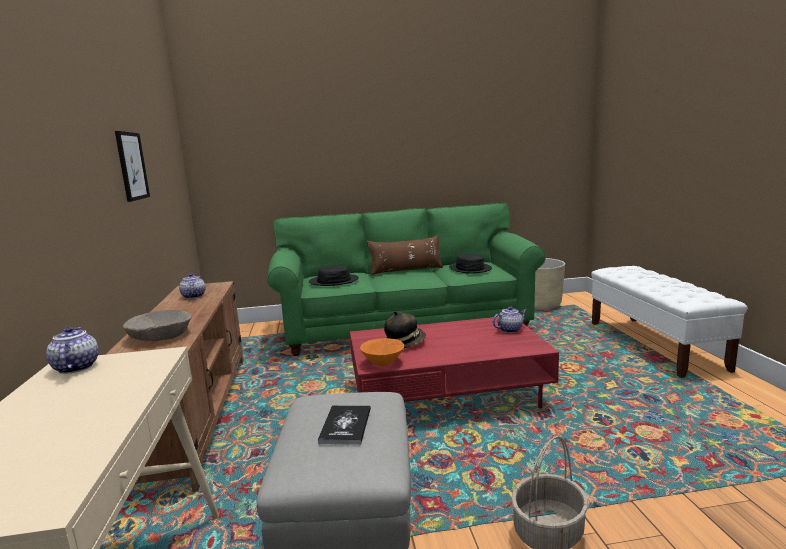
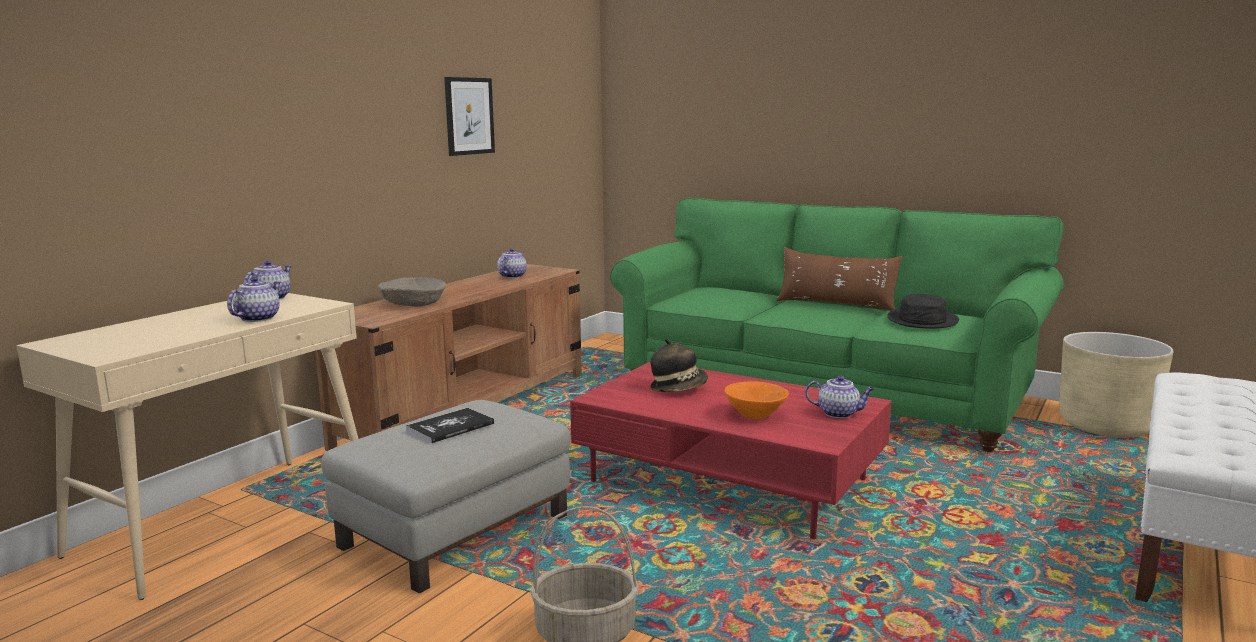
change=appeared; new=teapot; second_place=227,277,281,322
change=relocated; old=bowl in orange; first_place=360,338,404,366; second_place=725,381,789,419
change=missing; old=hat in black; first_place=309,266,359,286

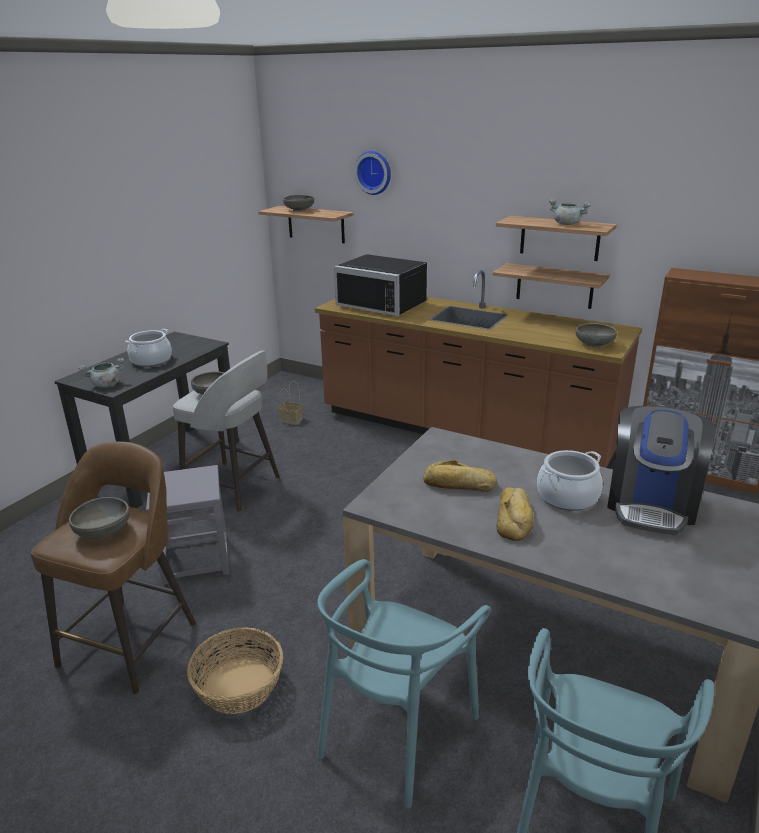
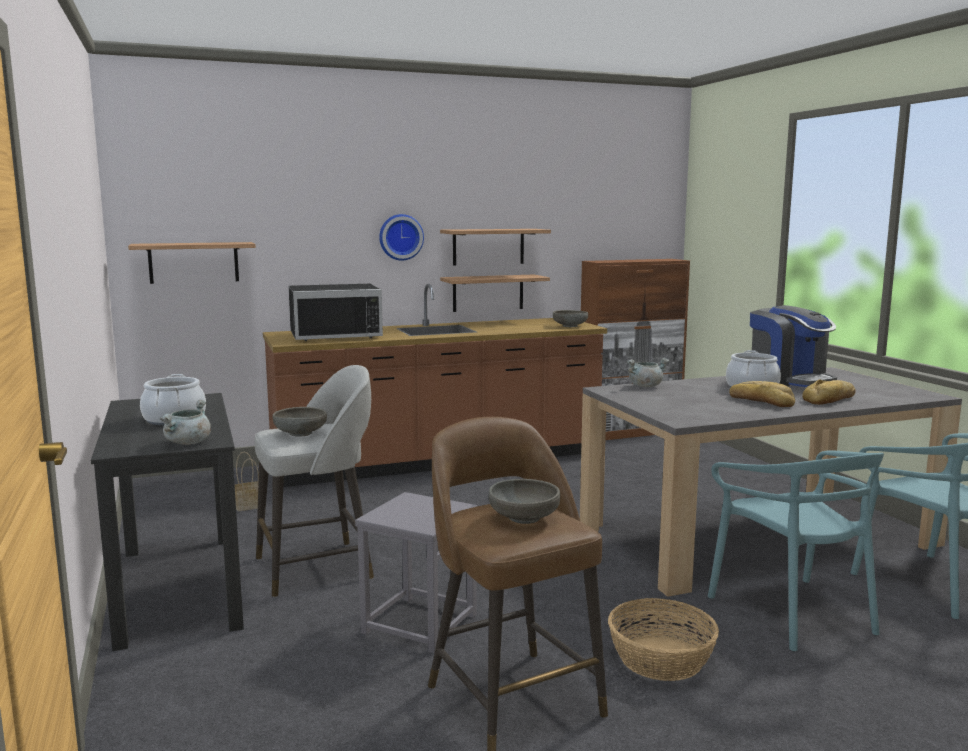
change=relocated; old=wall clock; first_place=354,151,391,195; second_place=379,214,424,261
change=relocated; old=cooking pot in grey; first_place=549,199,591,225; second_place=627,358,669,387
change=relocated; old=bread; first_place=423,460,497,492; second_place=802,379,856,405
change=missing; old=bowl in grey; first_place=283,195,314,212

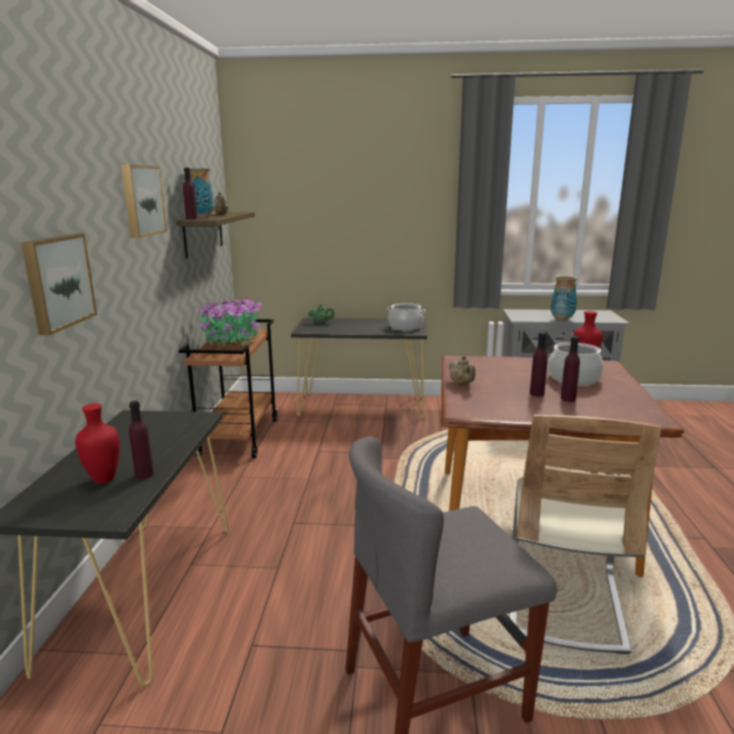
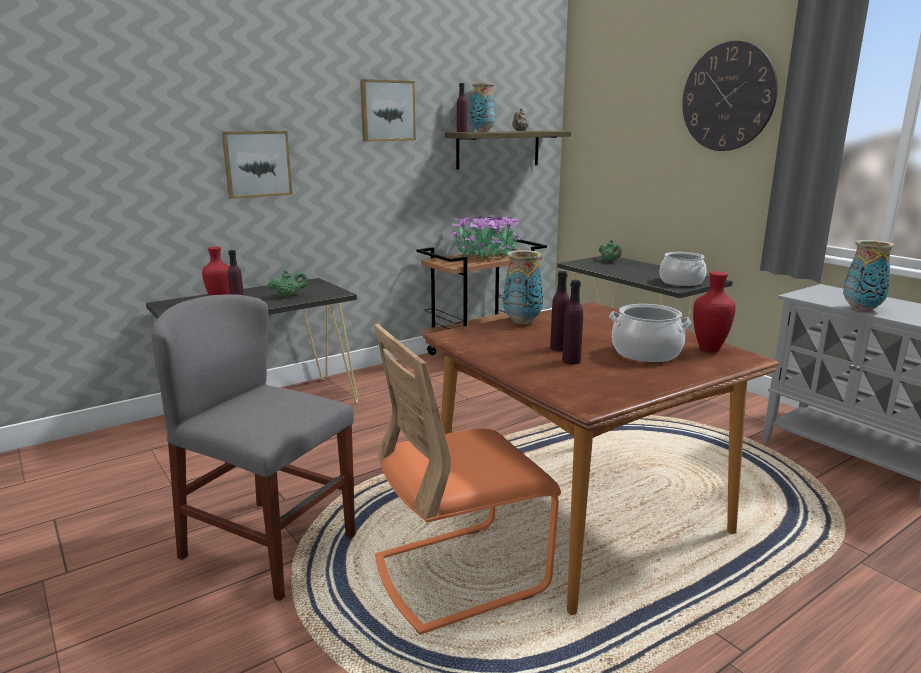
change=appeared; new=teapot in green; second_place=268,269,307,297
change=colour; old=chair in beige; new=chair in orange; first_place=509,415,662,654; second_place=374,324,561,635
change=exchanged; old=teapot in beige; new=vase; first_place=449,356,475,385; second_place=503,250,543,324
change=appeared; new=wall clock; second_place=682,41,778,151

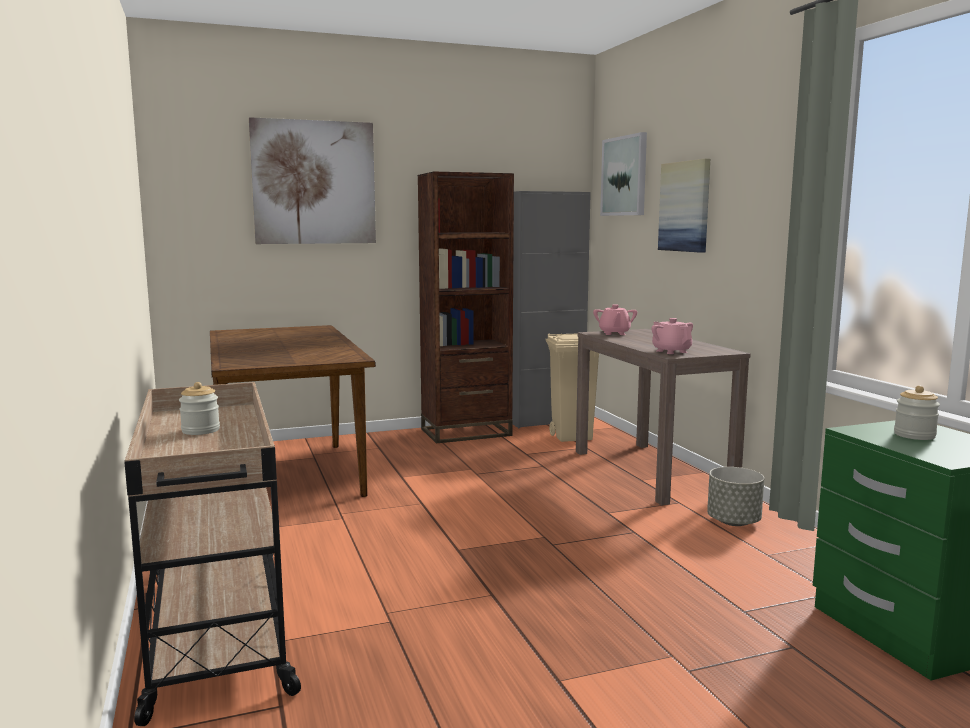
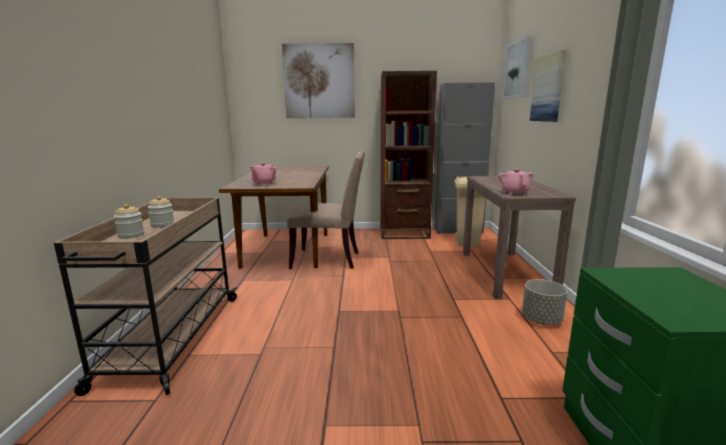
change=relocated; old=jar; first_place=894,385,940,440; second_place=114,204,144,239
change=relocated; old=teapot in pink; first_place=593,304,637,335; second_place=250,163,276,185
change=appeared; new=chair in beige; second_place=287,151,365,269

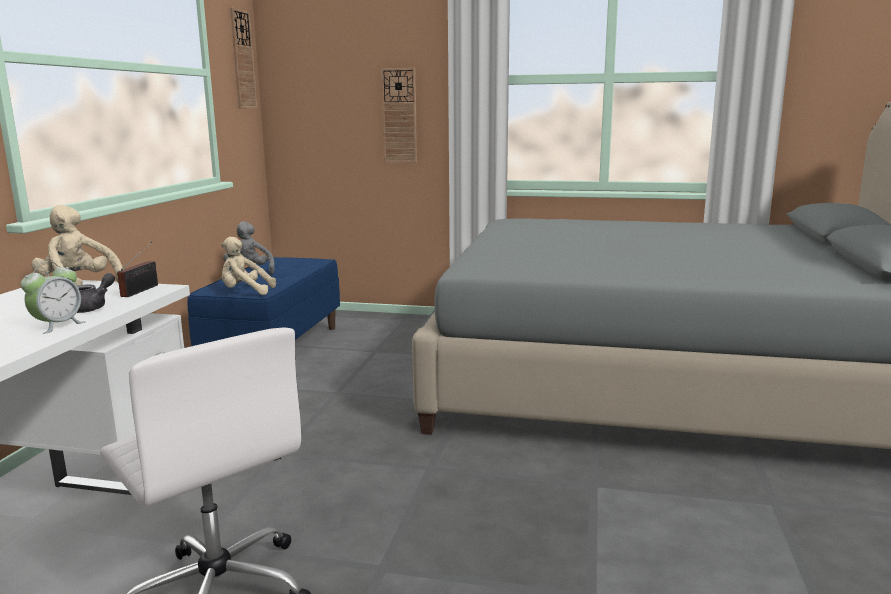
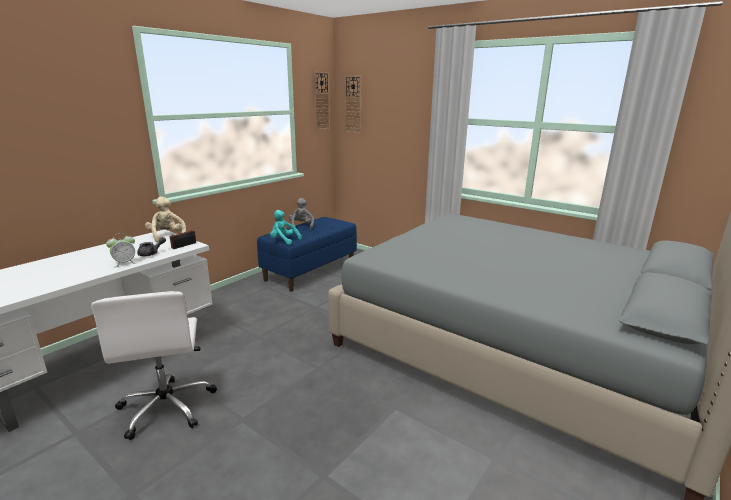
change=colour; old=plush toy in beige; new=plush toy in turquoise; first_place=221,237,276,295; second_place=270,210,302,245
change=relocated; old=wall clock; first_place=381,68,417,163; second_place=345,76,362,134

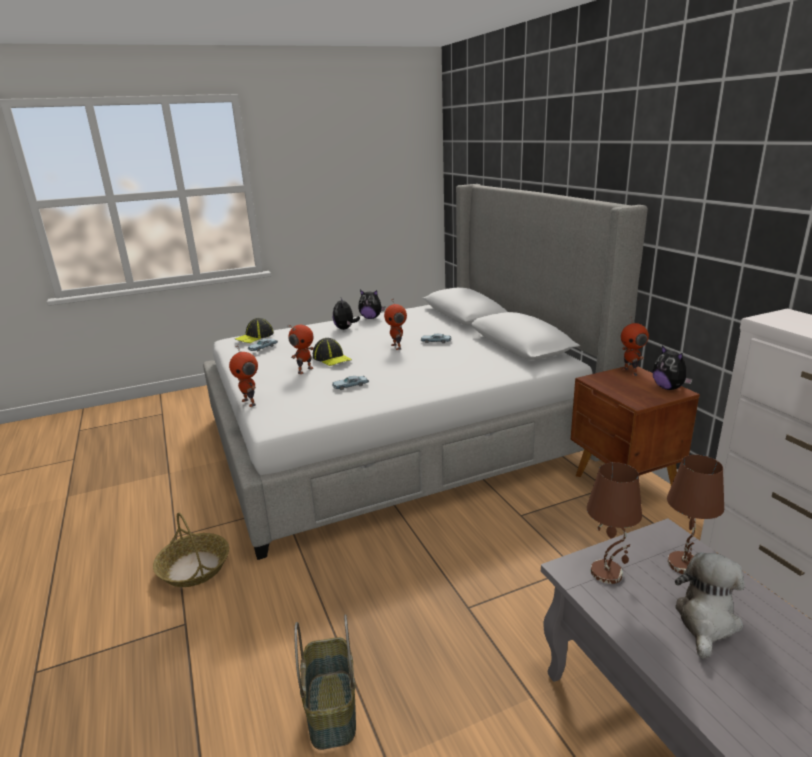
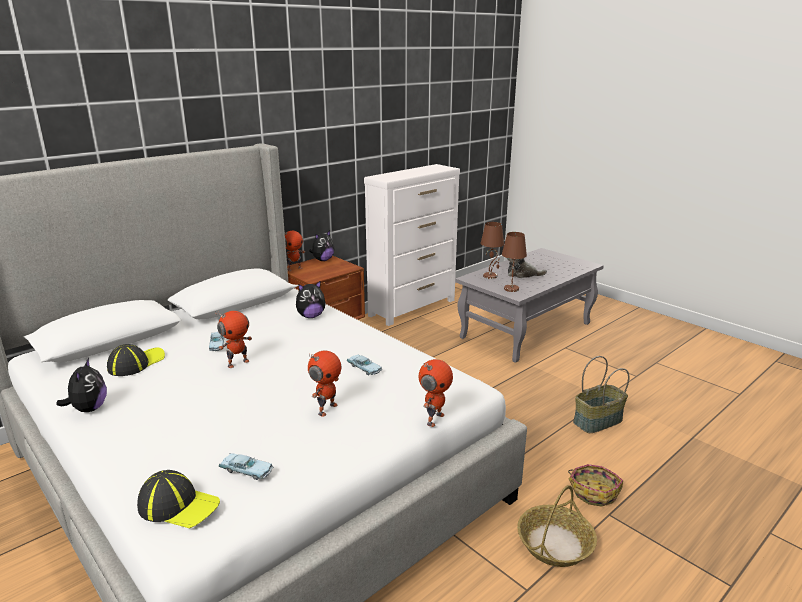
change=relocated; old=cap; first_place=313,338,352,366; second_place=107,344,165,376
change=relocated; old=plush toy; first_place=333,298,360,330; second_place=296,280,326,318
change=spun; old=toy robot; first_place=288,325,314,374; second_place=308,351,341,417; degrees=105
change=appeared; new=basket; second_place=568,464,623,507

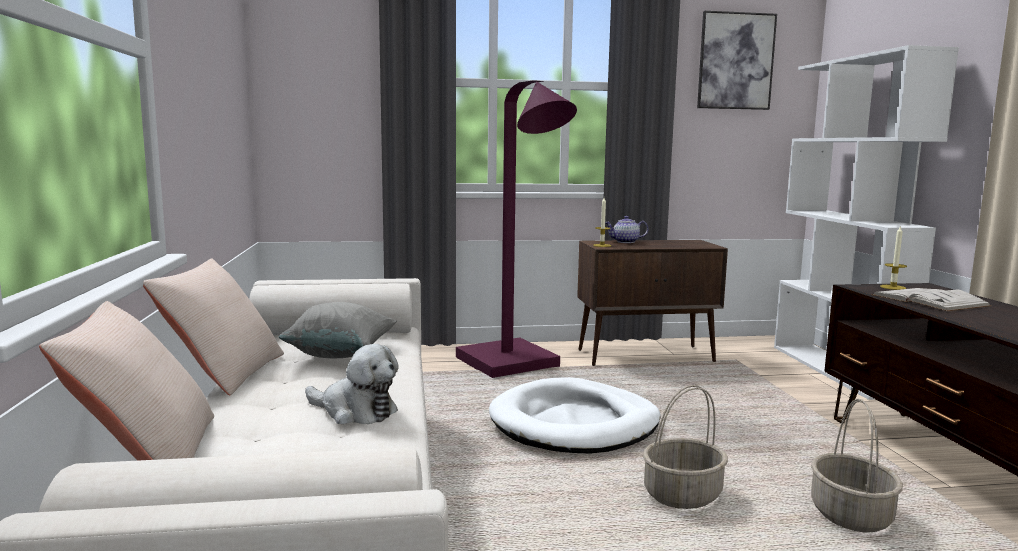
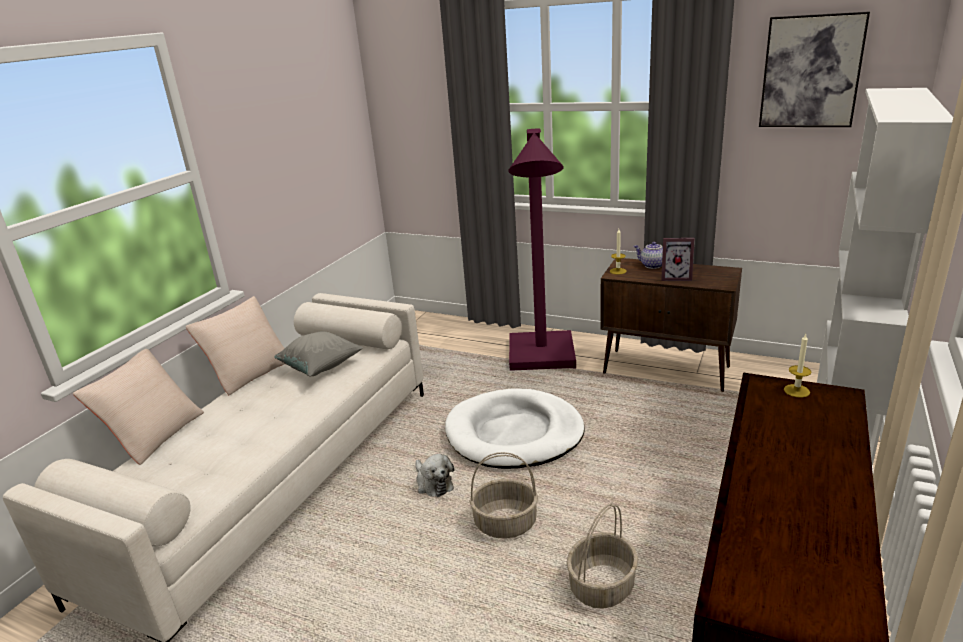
change=relocated; old=plush toy; first_place=305,344,399,424; second_place=416,454,454,497
change=appeared; new=picture frame; second_place=661,238,695,281
change=missing; old=book in white; first_place=872,288,992,312

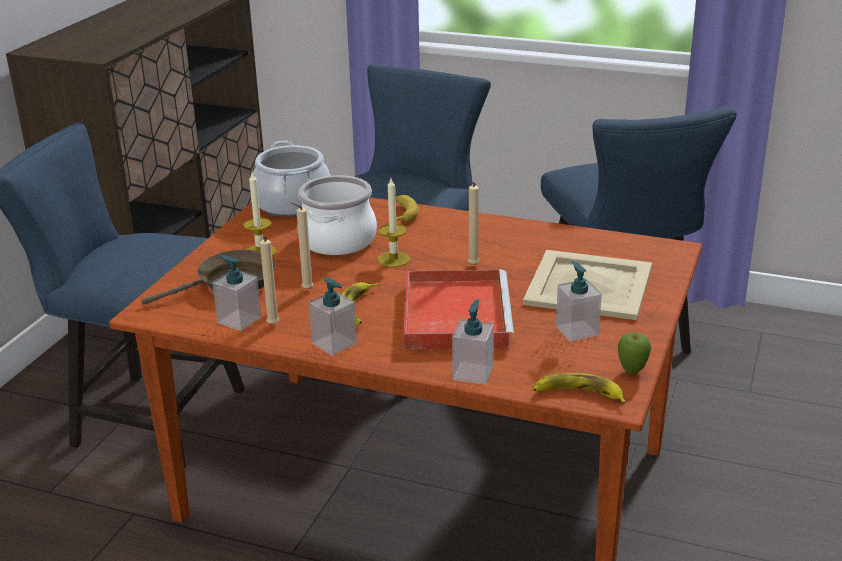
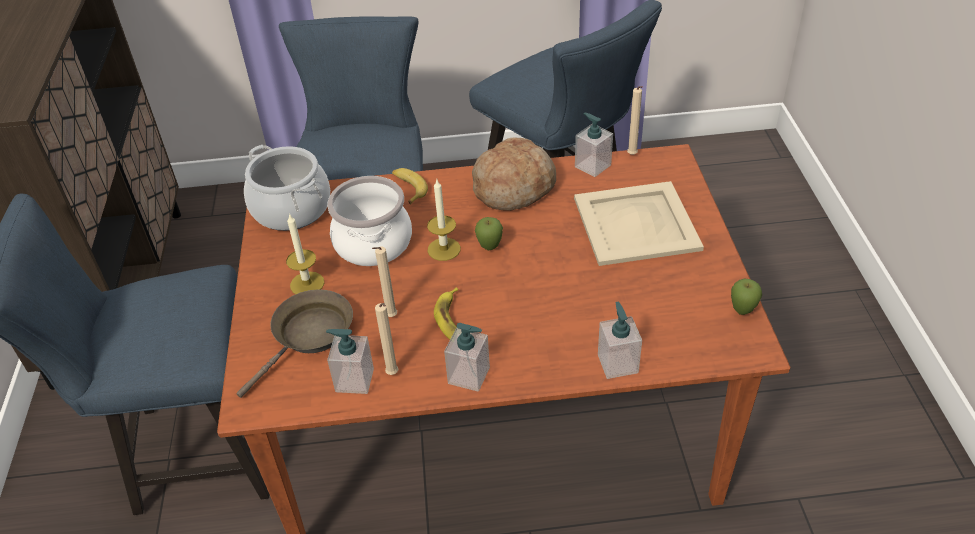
change=appeared; new=bread; second_place=472,138,556,211
change=appeared; new=apple; second_place=475,217,503,250
change=relocated; old=soap dispenser; first_place=556,261,602,342; second_place=575,113,613,177
change=relocated; old=candle in beige; first_place=468,182,479,265; second_place=627,86,643,155
change=missing; old=tray in red; first_place=404,270,514,350
change=missing; old=banana; first_place=533,373,626,404

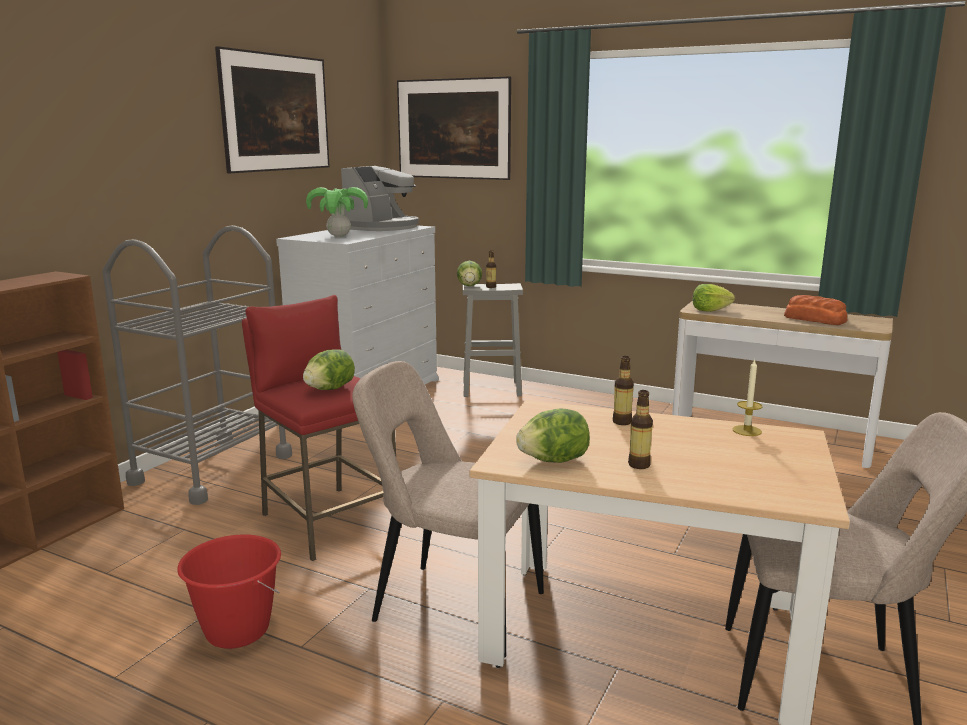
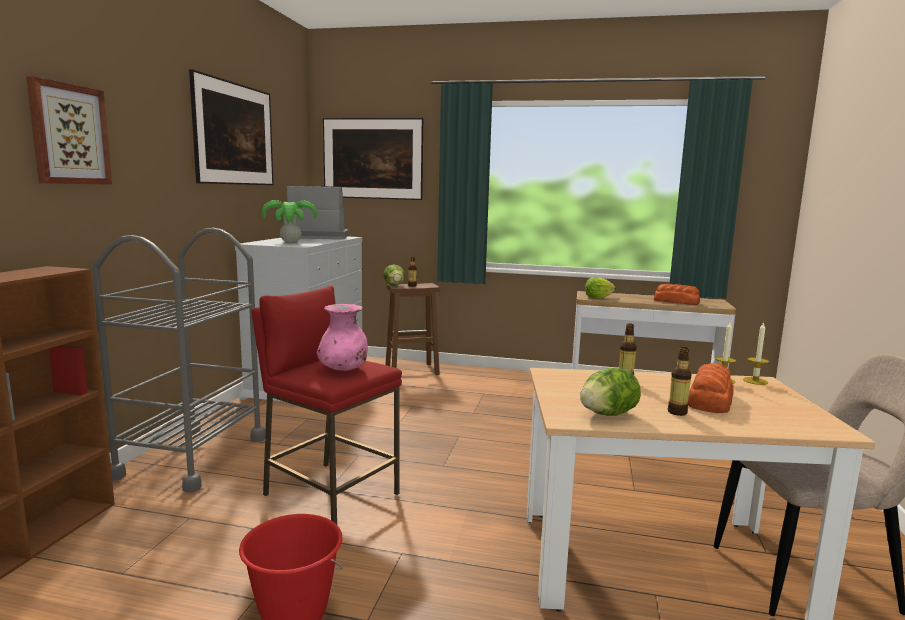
change=appeared; new=picture; second_place=26,76,112,185
change=spun; old=coffee machine; first_place=341,166,419,231; second_place=287,186,349,240; degrees=-105
change=exchanged; old=lettuce; new=vase in pink; first_place=303,349,355,390; second_place=317,304,368,371
change=colour; old=stool in grey; new=stool in brown; first_place=463,283,523,397; second_place=386,283,440,375
change=appeared; new=bread; second_place=688,363,734,413
change=appeared; new=candle; second_place=743,322,769,385
change=missing; old=chair in beige; first_place=352,361,544,658

